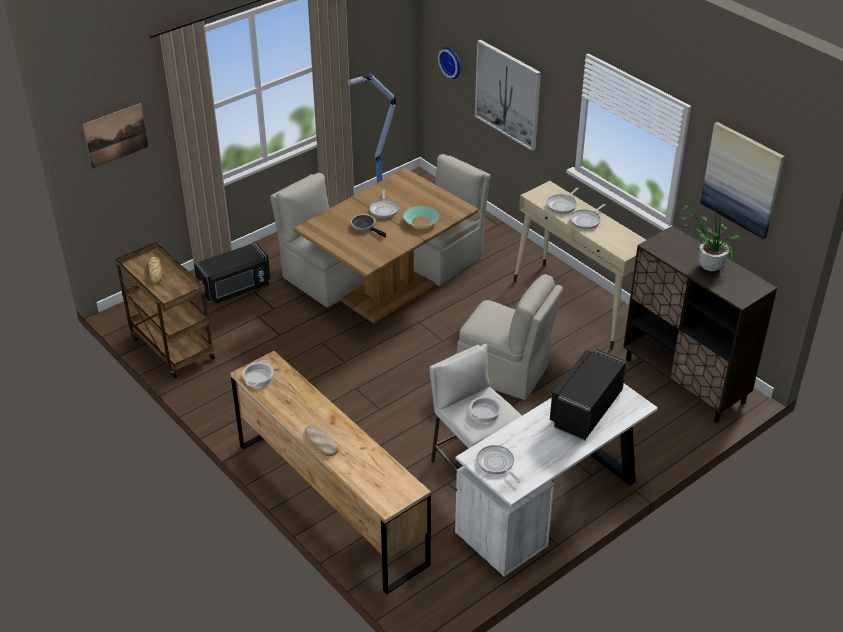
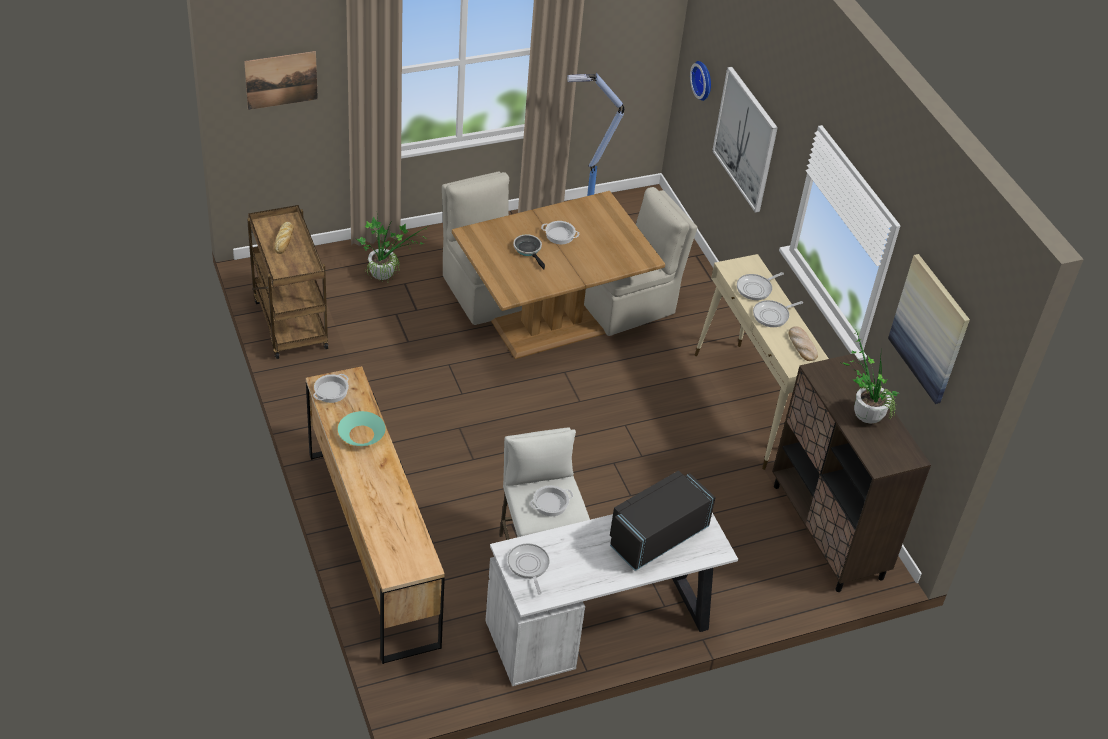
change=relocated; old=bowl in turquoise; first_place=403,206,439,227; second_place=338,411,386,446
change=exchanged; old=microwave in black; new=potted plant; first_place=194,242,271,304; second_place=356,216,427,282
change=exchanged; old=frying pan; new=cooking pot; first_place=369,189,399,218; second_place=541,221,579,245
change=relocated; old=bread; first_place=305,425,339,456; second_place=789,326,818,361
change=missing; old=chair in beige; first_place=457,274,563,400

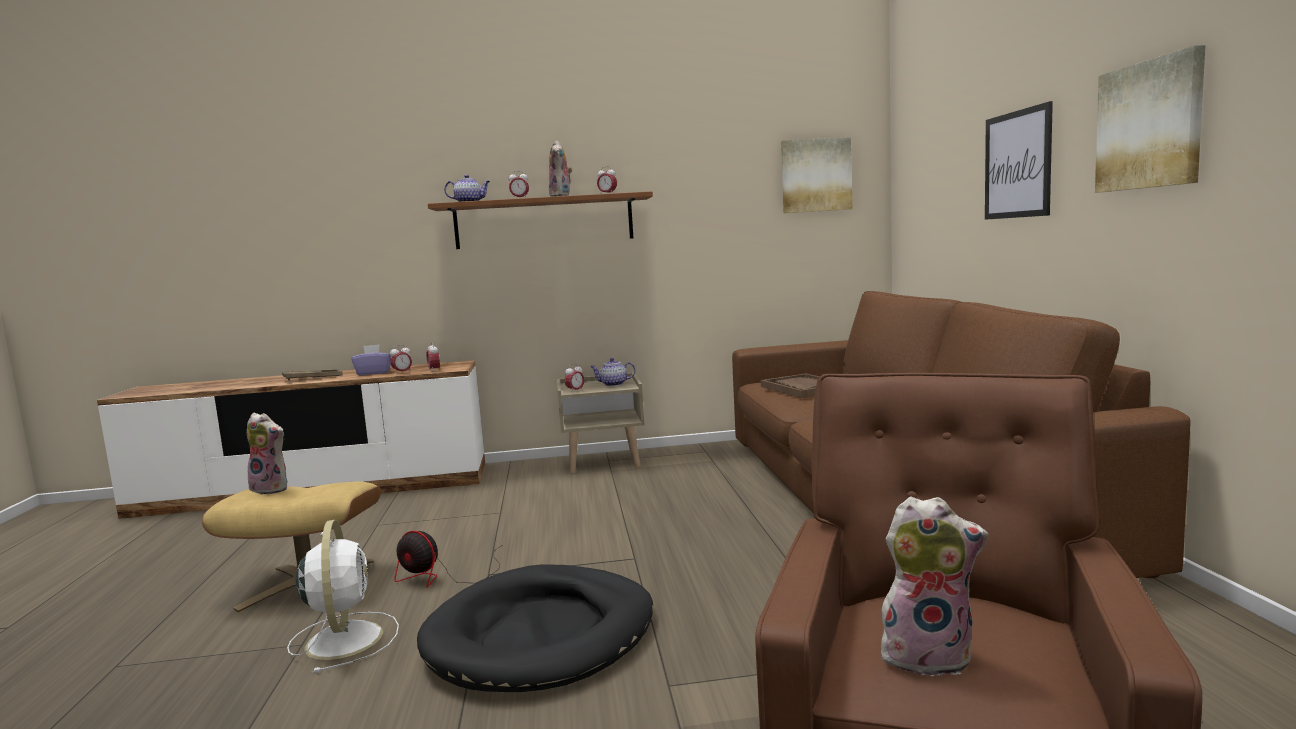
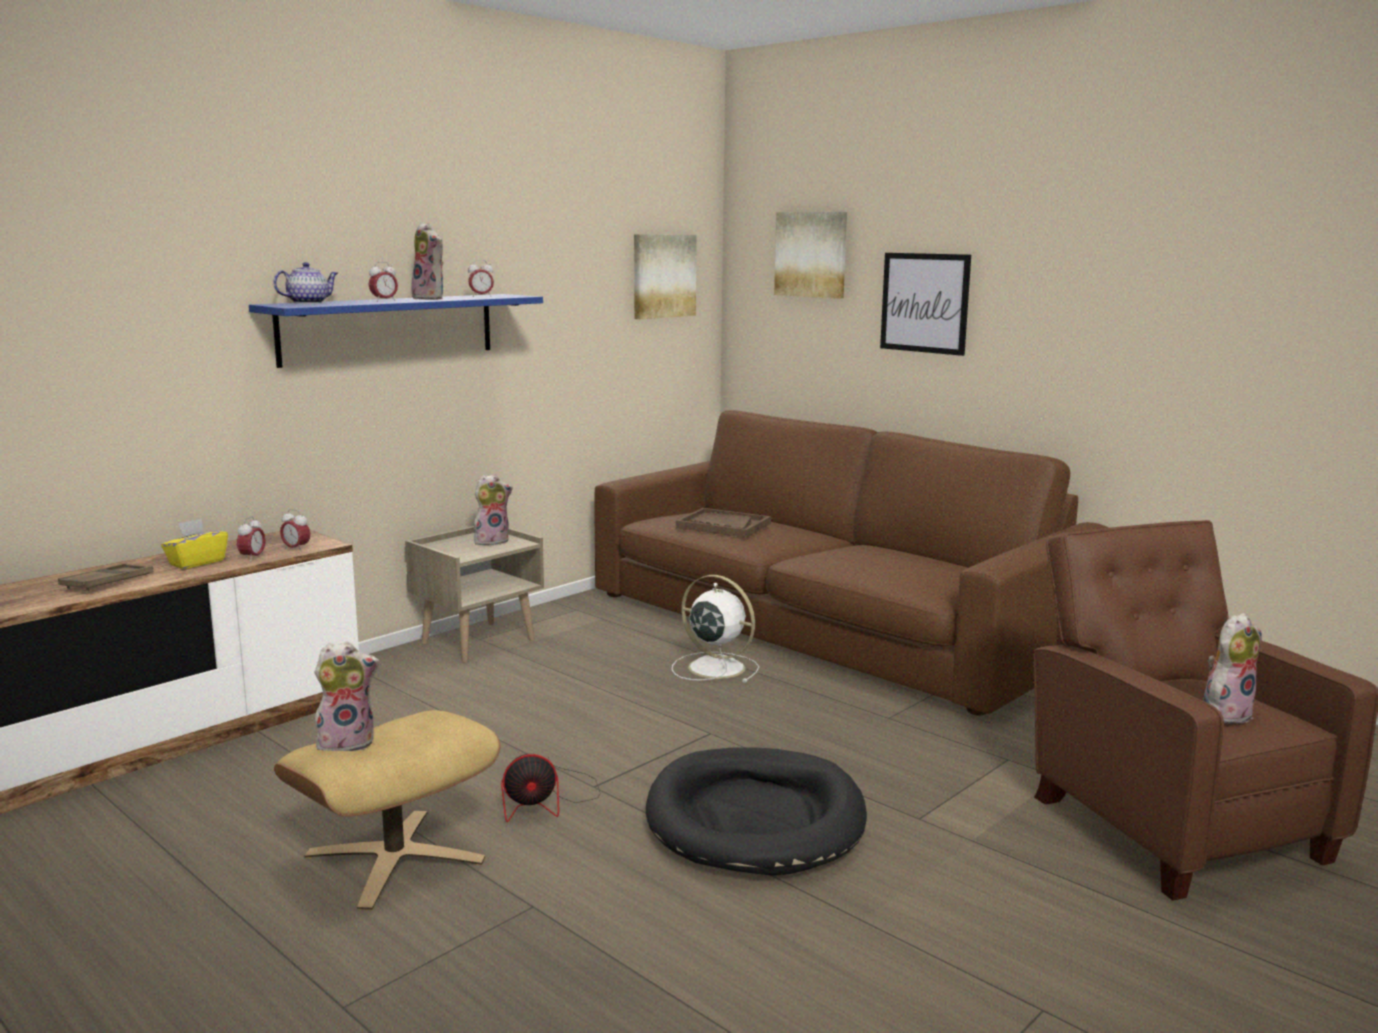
change=colour; old=tissue box in purple; new=tissue box in yellow; first_place=351,344,392,375; second_place=161,518,228,569
change=colour; old=shelf in brown; new=shelf in blue; first_place=428,191,653,249; second_place=249,294,543,368
change=exchanged; old=teapot; new=plush toy; first_place=590,358,636,386; second_place=474,474,513,545
change=relocated; old=fan in white; first_place=287,520,399,673; second_place=672,575,759,683
change=relocated; old=picture; first_place=1095,45,1205,193; second_place=774,212,847,299
change=missing; old=alarm clock; first_place=565,364,584,391

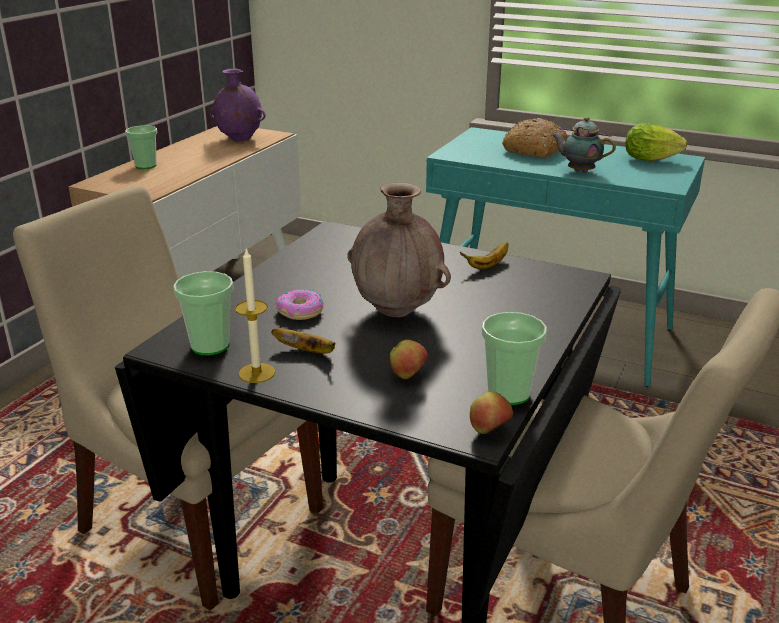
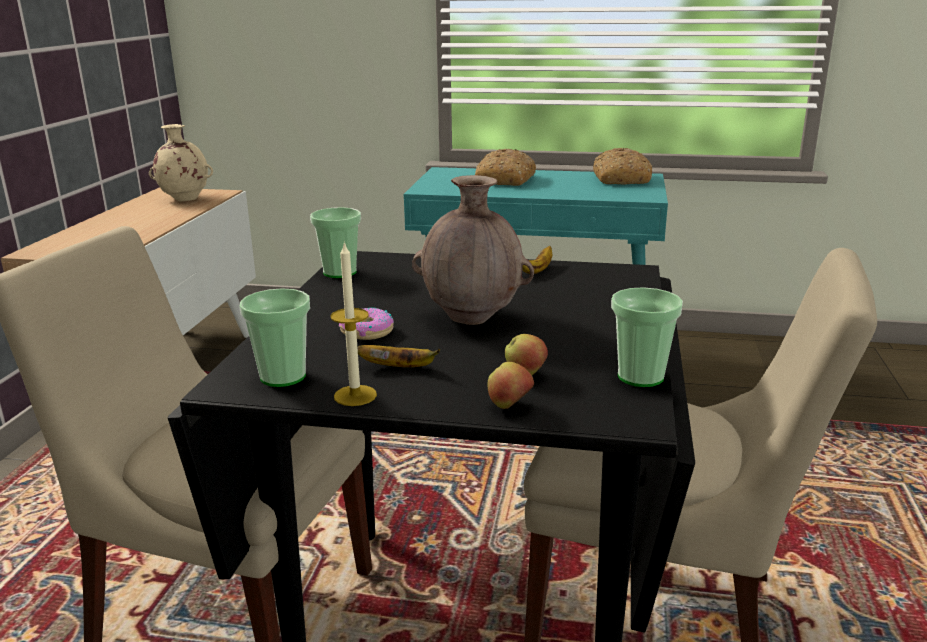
change=colour; old=vase in purple; new=vase in beige; first_place=210,69,266,141; second_place=149,124,213,202
change=relocated; old=cup; first_place=125,125,157,169; second_place=310,207,361,278
change=relocated; old=apple; first_place=470,392,513,434; second_place=488,362,534,409
change=exchanged; old=lettuce; new=bread; first_place=625,123,687,161; second_place=593,148,652,184
change=missing; old=teapot; first_place=552,117,616,173

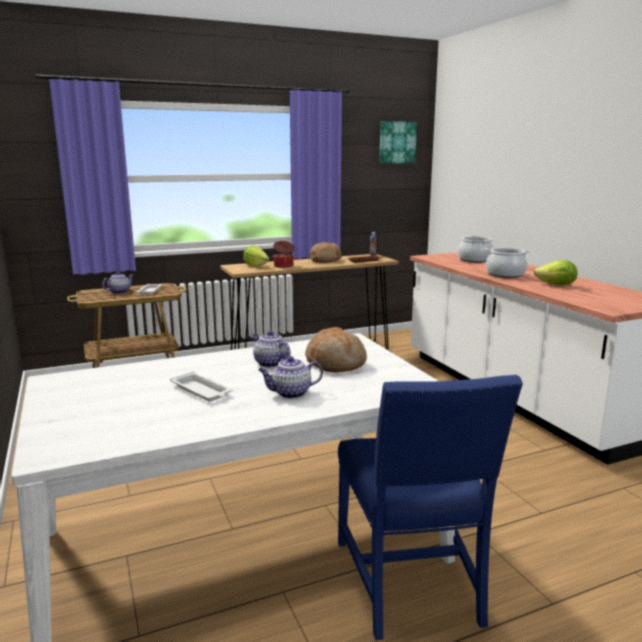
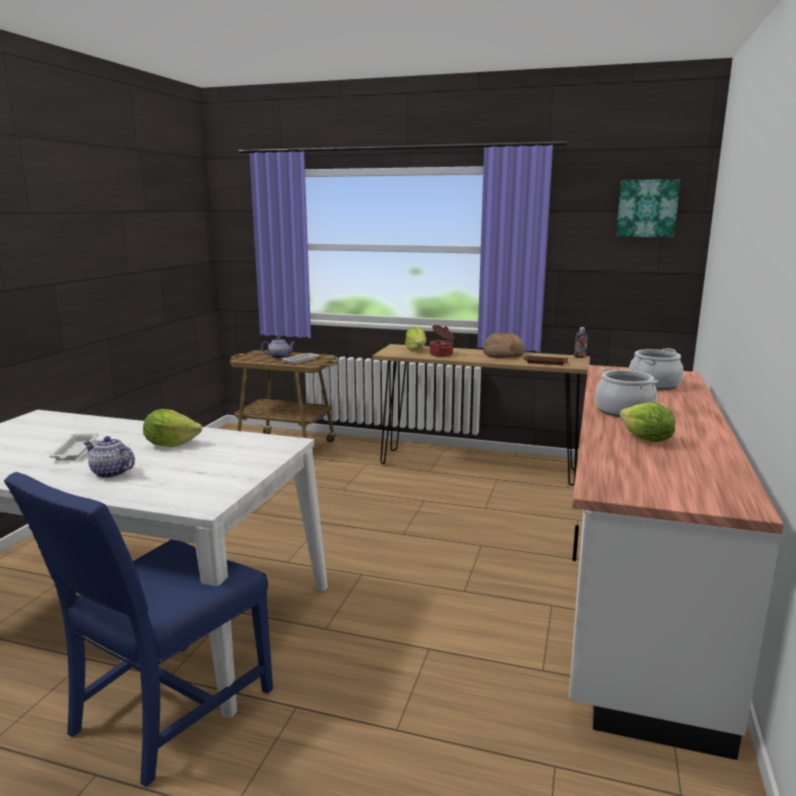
change=exchanged; old=teapot; new=lettuce; first_place=252,331,291,368; second_place=143,409,202,447
change=missing; old=bread; first_place=305,327,367,372

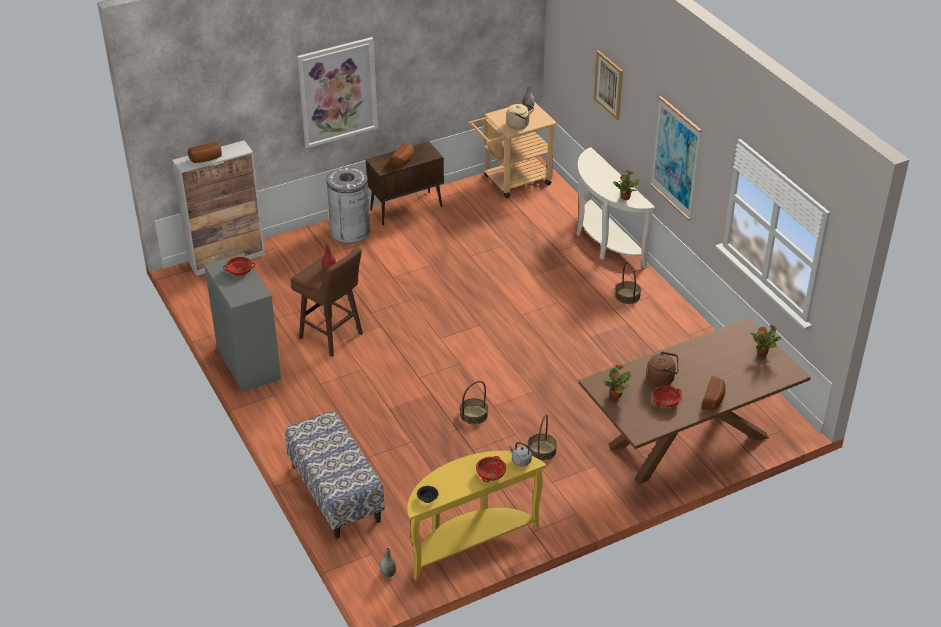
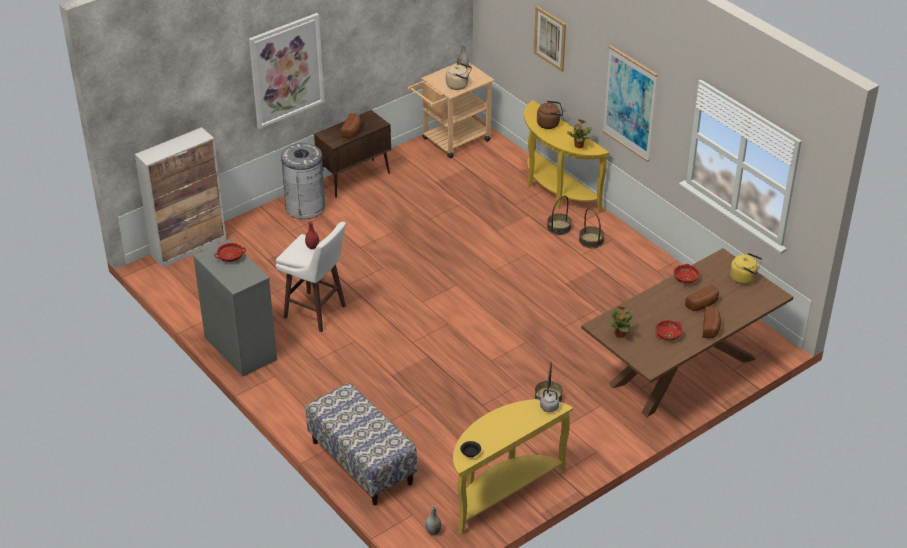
change=colour; old=stool in brown; new=stool in white; first_place=291,248,363,357; second_place=276,222,346,332
change=colour; old=console table in white; new=console table in yellow; first_place=577,147,655,268; second_place=524,100,609,212
change=relocated; old=kettle in brown; first_place=646,352,678,387; second_place=537,101,563,129
change=relocated; old=basket; first_place=460,381,488,425; second_place=547,195,572,235
change=relocated; old=bowl in red; first_place=476,456,506,482; second_place=673,264,700,284
change=relocated; old=bread; first_place=188,142,222,163; second_place=685,285,719,311
change=exchanged; old=potted plant; new=kettle in yellow; first_place=750,324,782,355; second_place=730,253,762,284

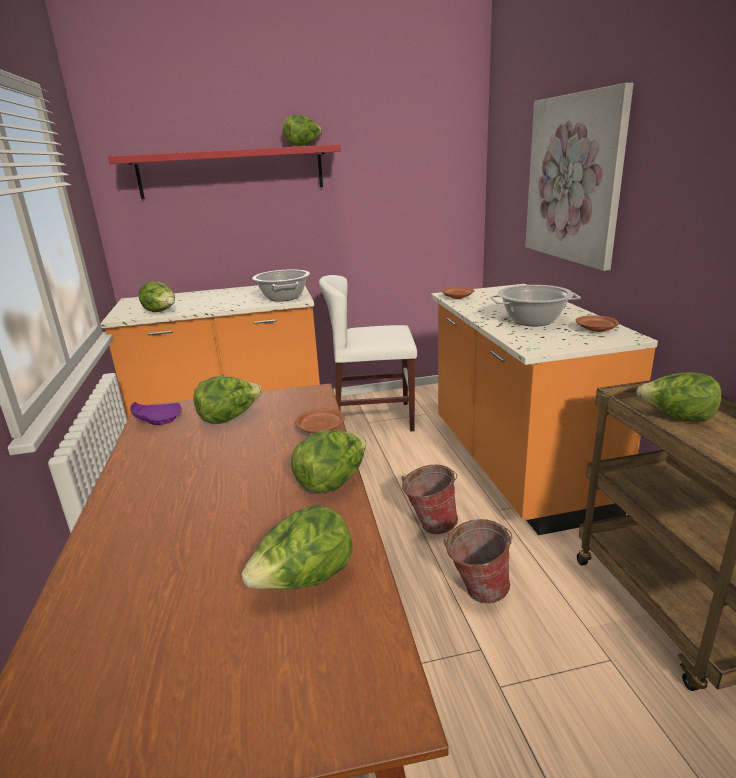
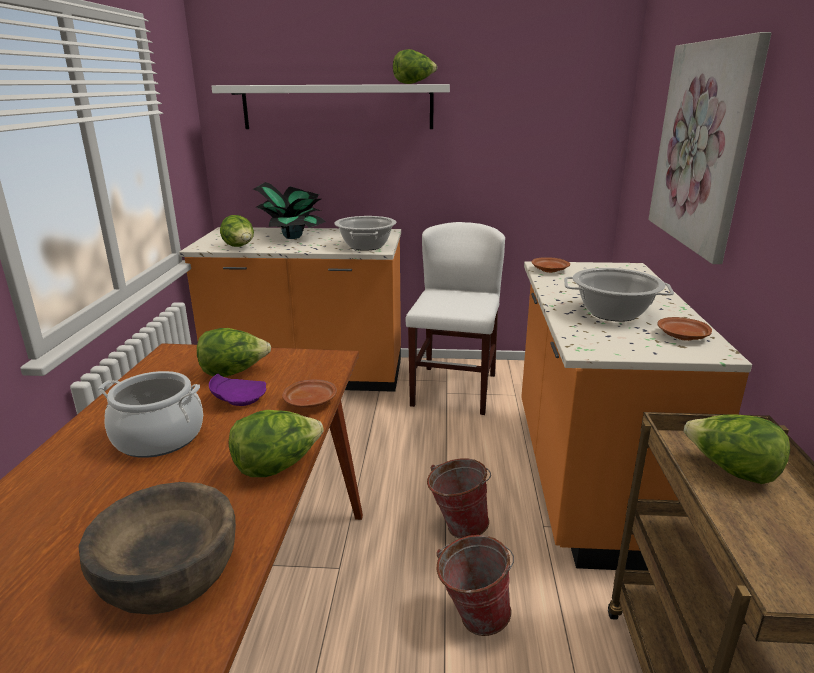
change=exchanged; old=lettuce; new=bowl in brown; first_place=241,505,353,590; second_place=78,482,236,615
change=appeared; new=cooking pot; second_place=98,371,203,458
change=relocated; old=plate in purple; first_place=130,402,182,425; second_place=209,374,266,406
change=colour; old=shelf in red; new=shelf in white; first_place=108,144,341,199; second_place=211,84,450,129
change=appeared; new=potted plant; second_place=253,182,326,239
change=spun; old=chair in white; first_place=319,275,417,431; second_place=405,222,505,415; degrees=90

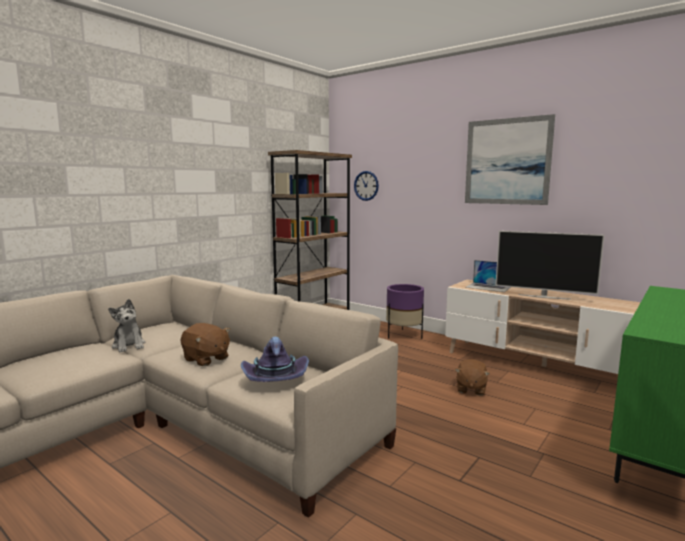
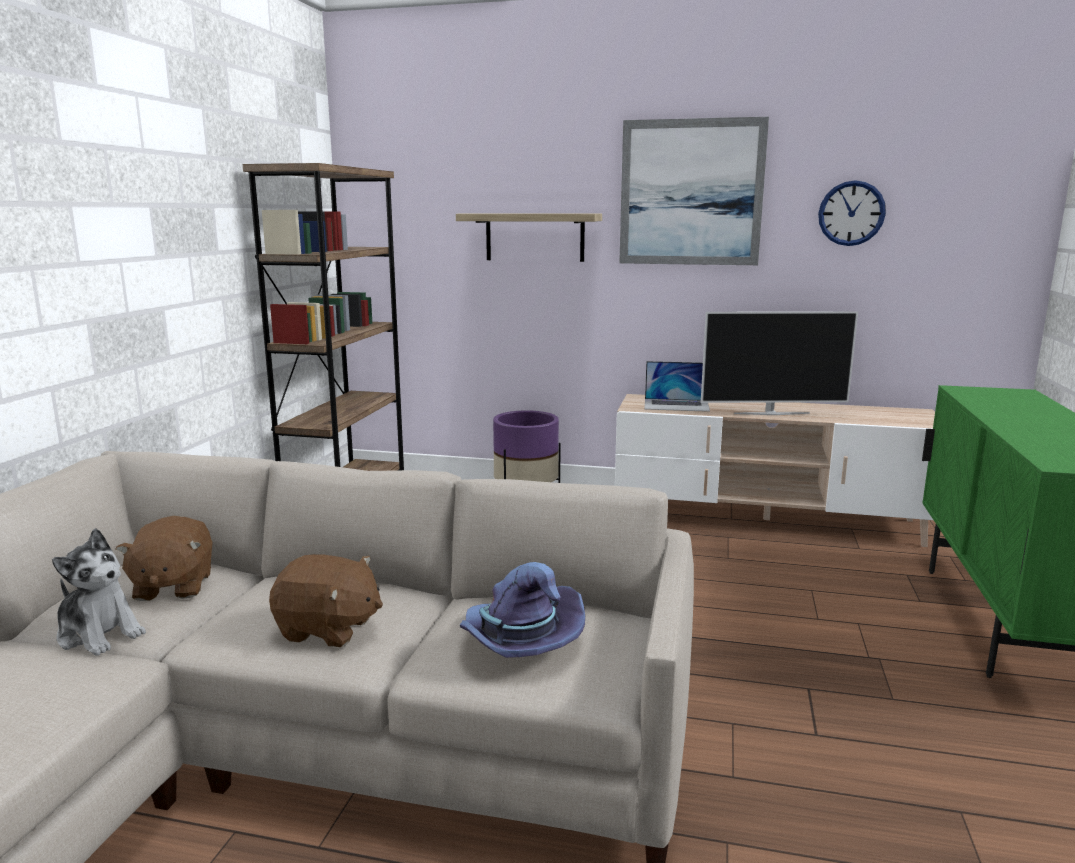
change=relocated; old=plush toy in brown; first_place=455,359,490,395; second_place=116,516,213,601
change=appeared; new=shelf; second_place=456,213,602,262
change=relocated; old=wall clock; first_place=354,171,379,201; second_place=818,180,886,246

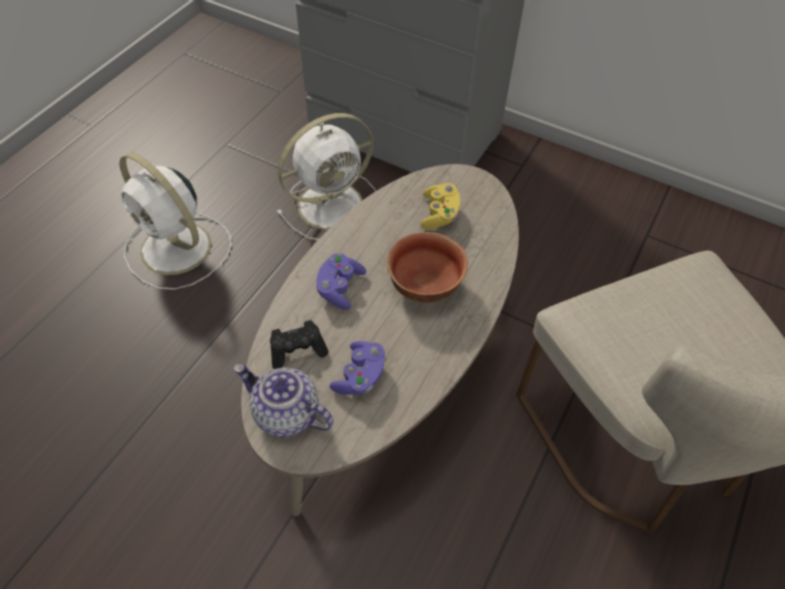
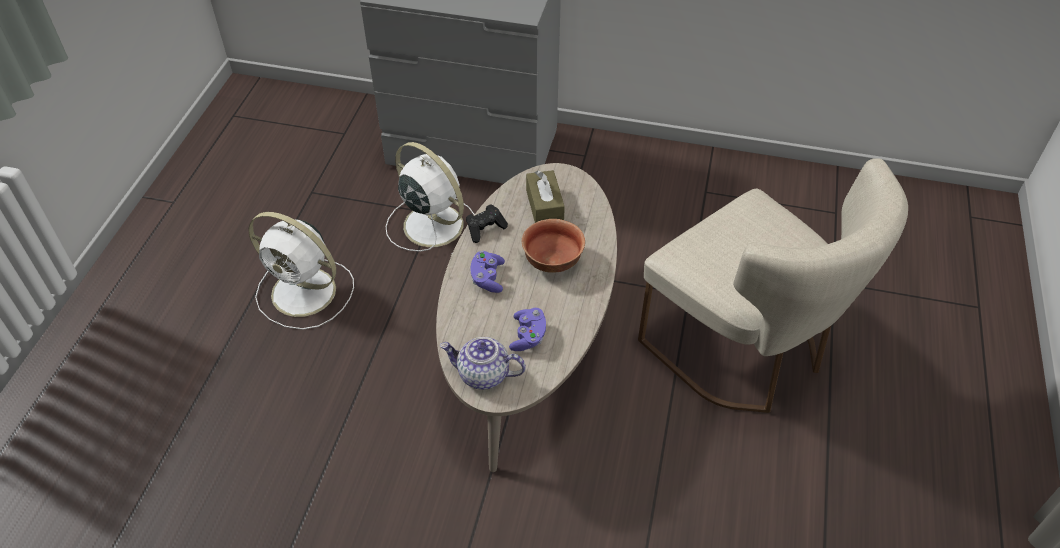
change=spun; old=fan in white; first_place=277,113,376,240; second_place=386,142,475,252; degrees=-90
change=relocated; old=game controller in black; first_place=270,320,329,369; second_place=466,204,508,243
change=exchanged; old=game controller in yellow; new=tissue box in brown; first_place=420,183,460,229; second_place=526,170,565,223

